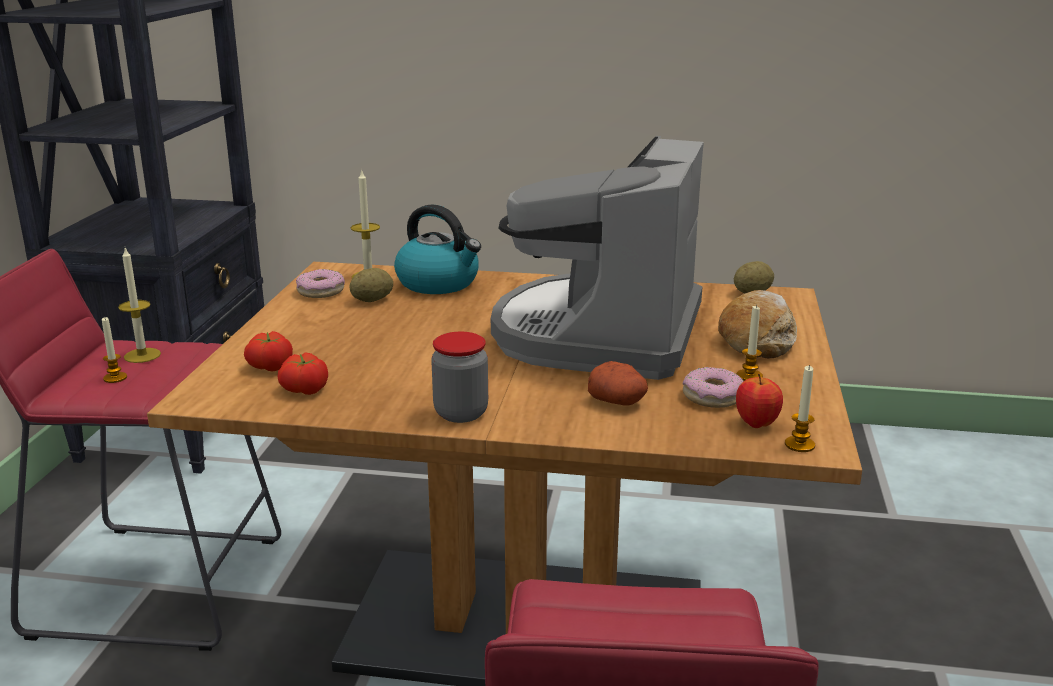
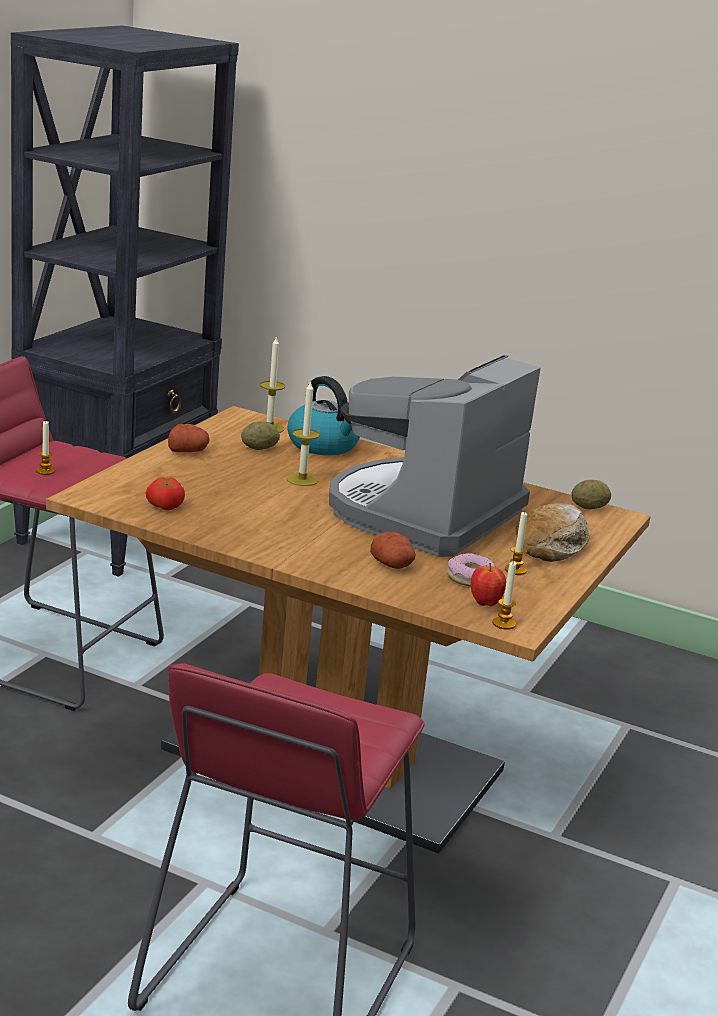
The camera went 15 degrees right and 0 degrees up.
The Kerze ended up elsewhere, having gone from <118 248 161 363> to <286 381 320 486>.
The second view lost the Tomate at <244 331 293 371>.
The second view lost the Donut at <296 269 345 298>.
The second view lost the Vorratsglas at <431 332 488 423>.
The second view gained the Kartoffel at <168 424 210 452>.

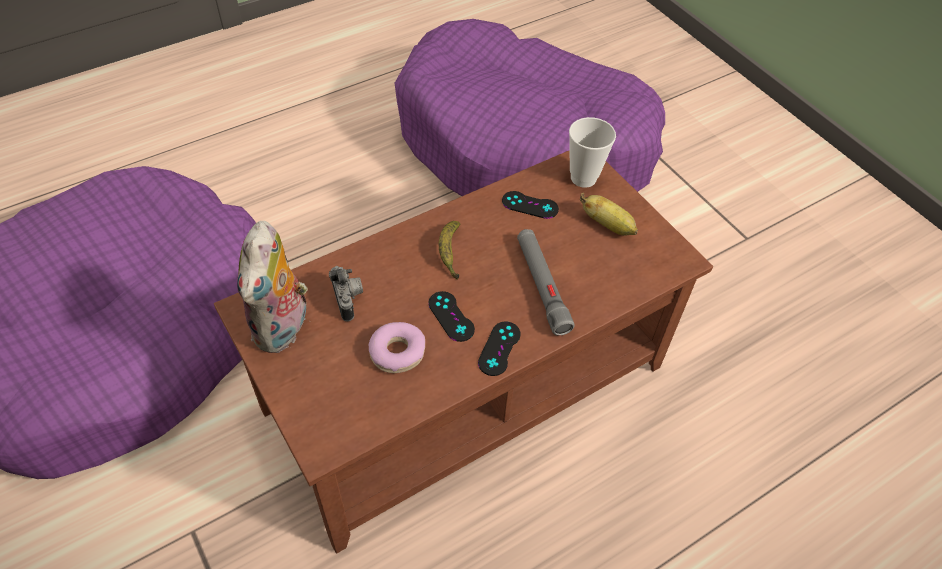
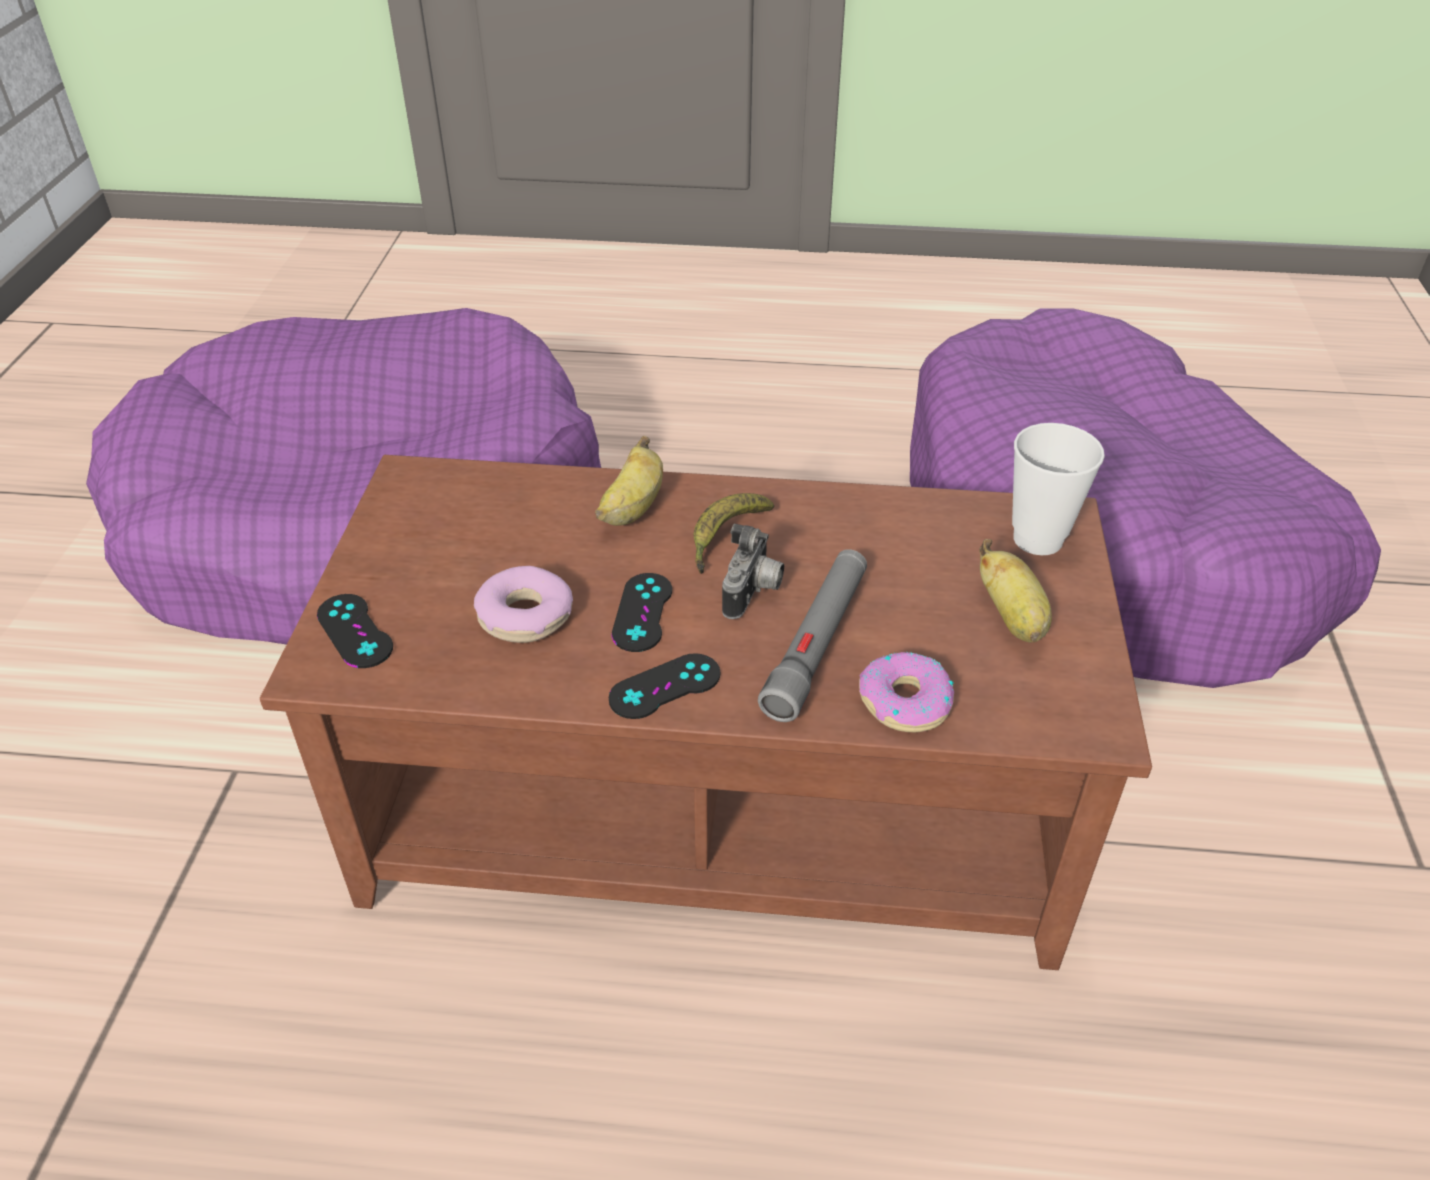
The camera went 40 degrees right and 10 degrees down.
The second view lost the Plüschtier at <237 221 308 353>.
The Kamera ended up elsewhere, having gone from <329 266 363 321> to <722 524 784 619>.
The Gamepad/schwarz ended up elsewhere, having gone from <502 191 559 219> to <317 594 393 668>.
The second view gained the Banane at <595 436 663 526>.
The second view gained the Donut at <859 652 954 732>.

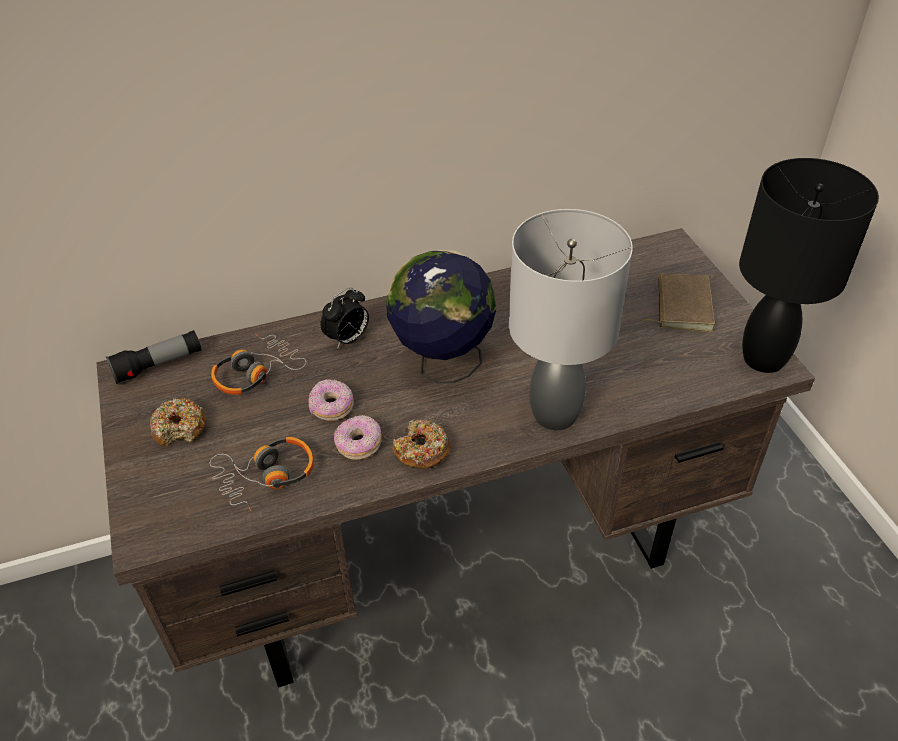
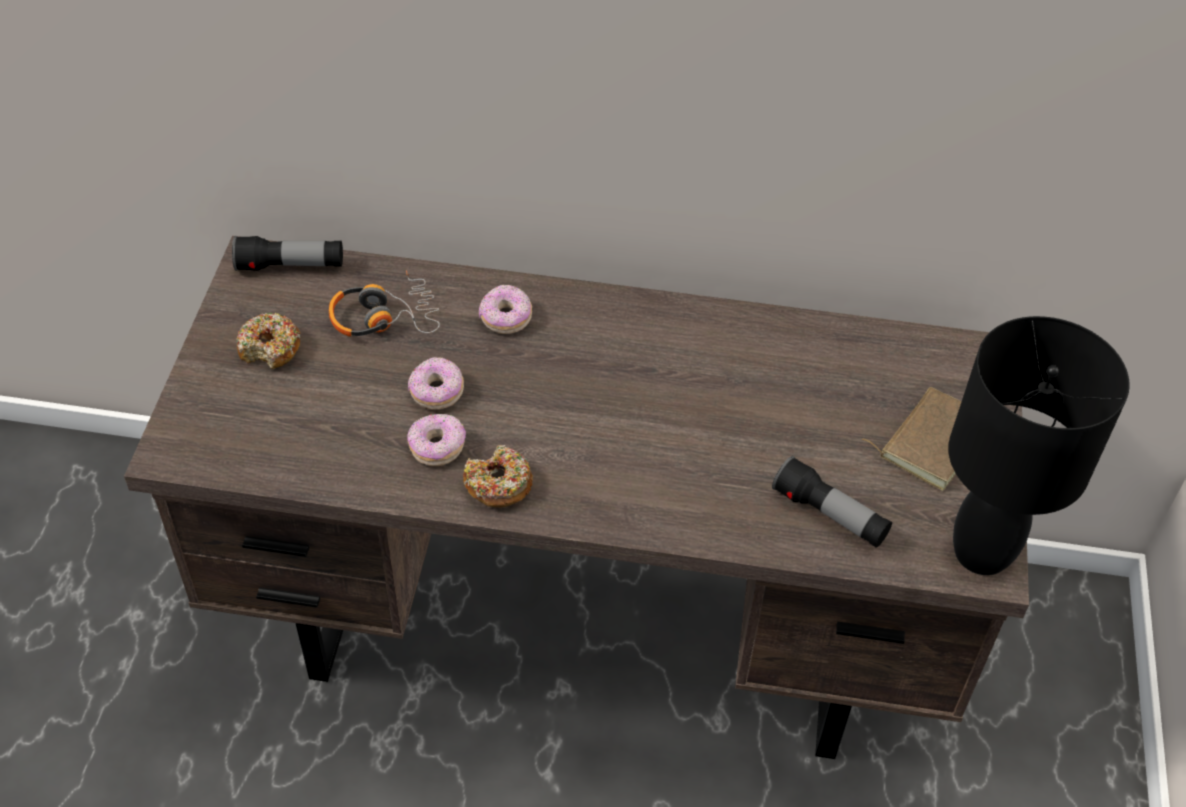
The camera went 25 degrees right and 5 degrees up.
The second view lost the Kopfhörer at <210 437 314 511>.
Where the Wecker stood at <320 287 369 349>, the Donut came to stand at <479 285 532 334>.
The second view lost the Globus at <386 250 497 383>.
The second view lost the Tischlampe/grau at <509 209 633 430>.
The second view gained the Taschenlampe at <772 456 892 548>.

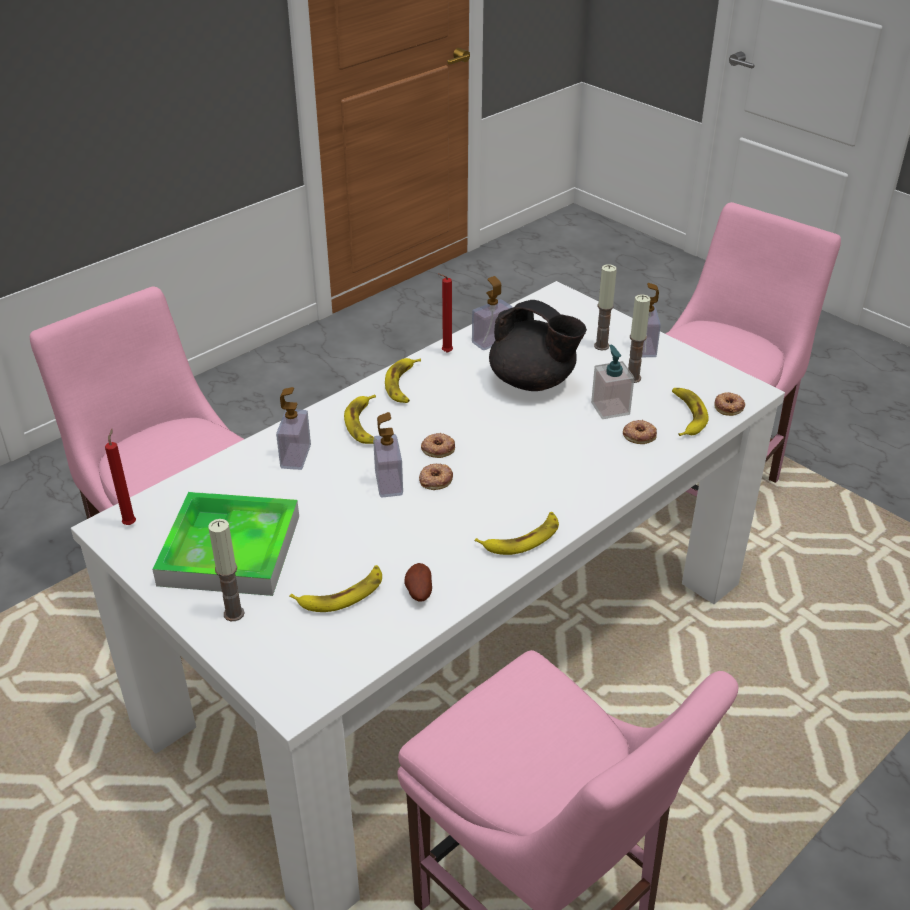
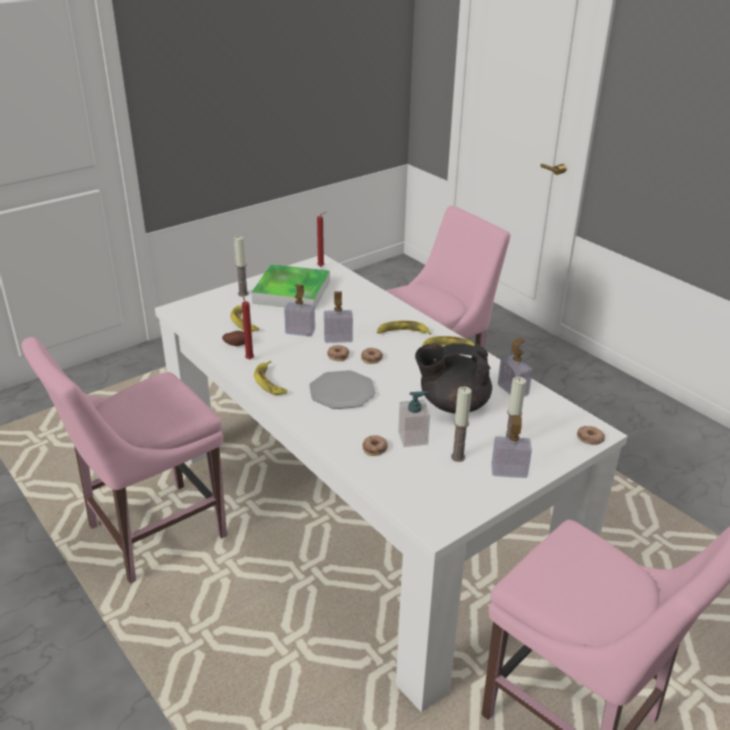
The camera went 95 degrees right and 5 degrees down.
The Seifenspender ended up elsewhere, having gone from <276 387 311 470> to <284 284 315 337>.
The Kerze/rot ended up elsewhere, having gone from <438 273 453 353> to <242 293 254 360>.
The Teekanne/schwarz at <489 300 587 391> ended up facing another way, 45 degrees clockwise from before.
The second view lost the Banane at <672 388 709 436>.
The Donut ended up elsewhere, having gone from <715 392 745 416> to <577 425 605 445>.
The second view gained the Teller at <309 370 376 409>.

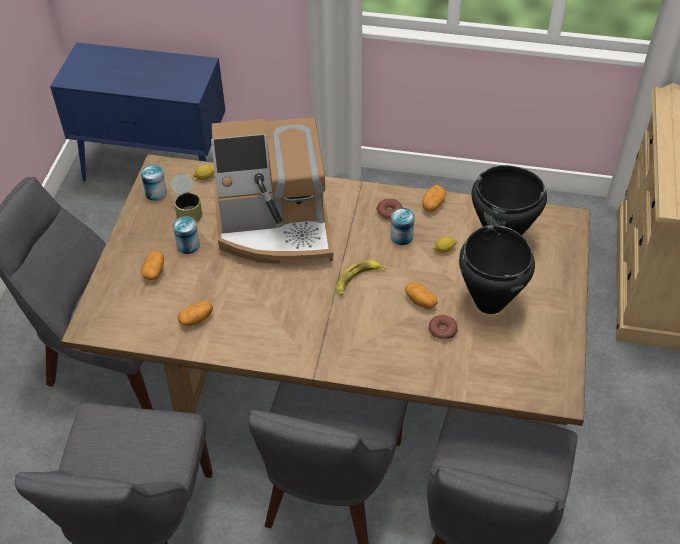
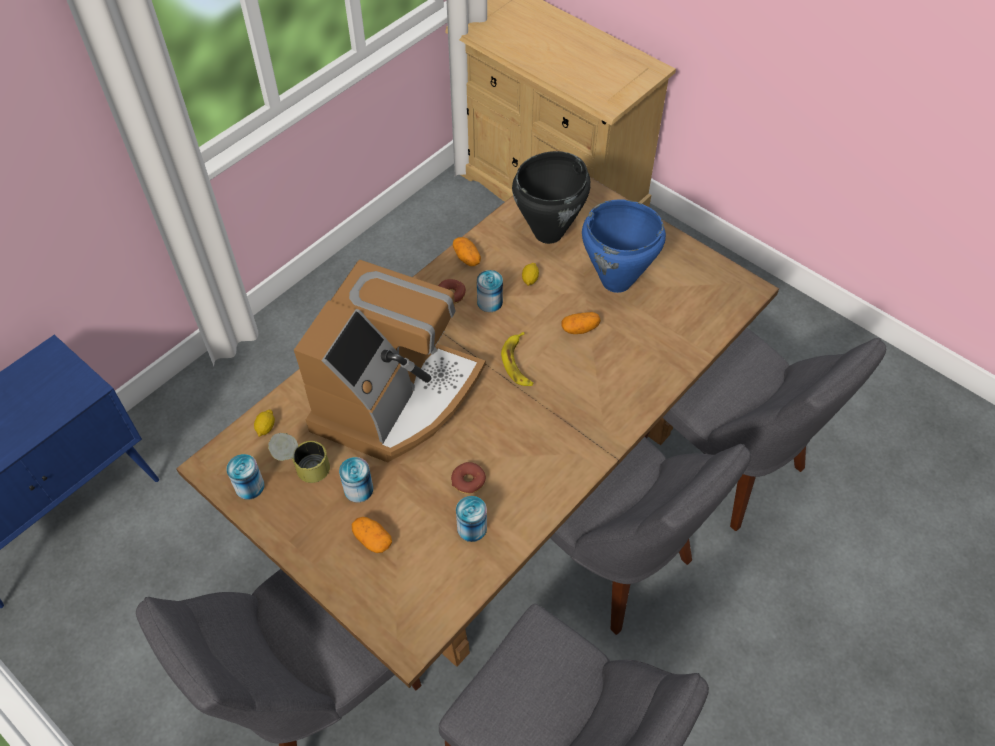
The camera went 60 degrees left and 5 degrees up.
Where the Kartoffel stood at <178 301 213 326>, the Dose came to stand at <456 496 487 542>.
The Donut ended up elsewhere, having gone from <429 315 458 340> to <451 462 486 494>.
What was the Kochtopf/schwarz at <459 225 535 314> turned into the Kochtopf/blau at <582 200 666 293>.

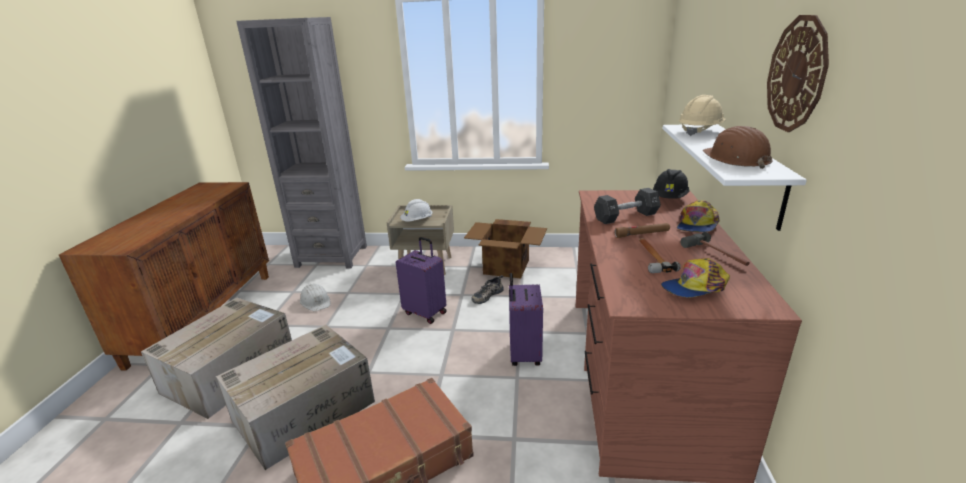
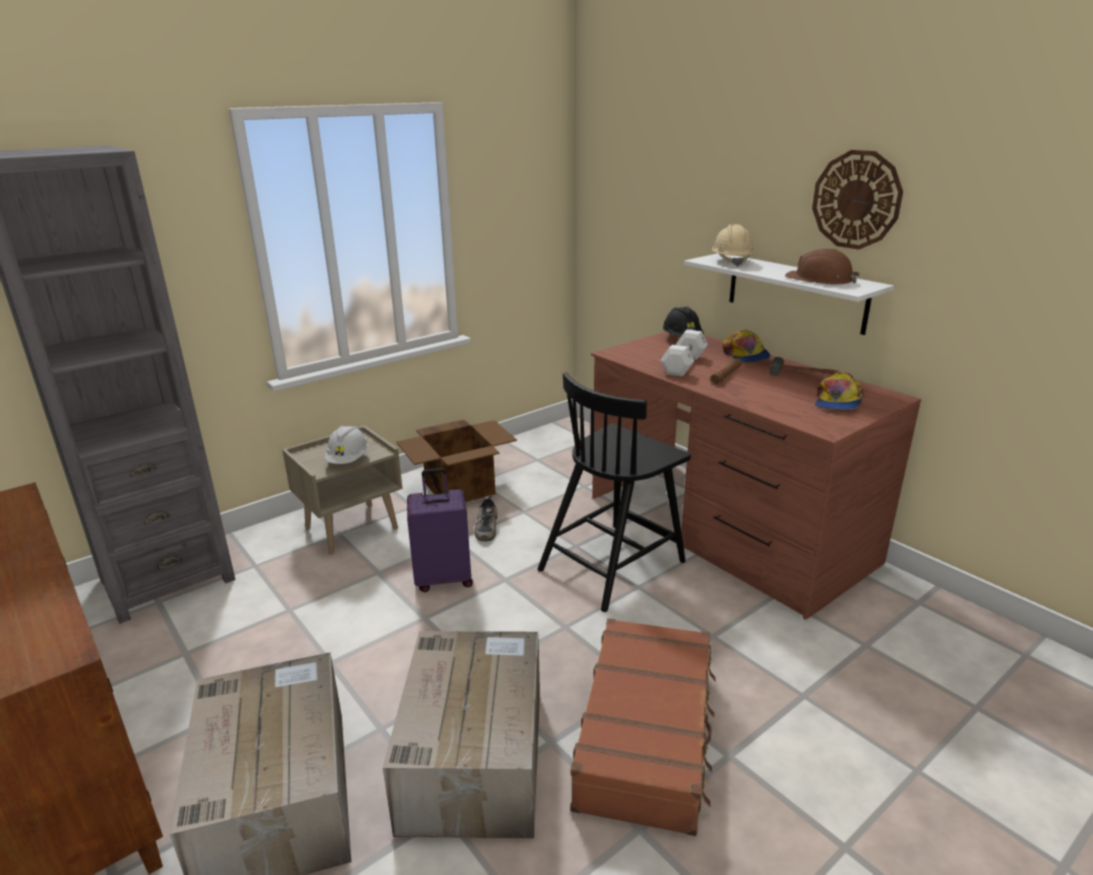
The camera went 45 degrees left and 0 degrees up.
The second view lost the Schutzhelm/weiß at <300 284 331 311>.
Where the Koffer/lila stood at <509 273 543 366>, the Stuhl/schwarz came to stand at <538 372 691 612>.
What was the Hantel/schwarz at <594 188 661 224> turned into the Hantel/weiß at <660 330 708 377>.
The second view lost the Hammer at <639 238 681 273>.

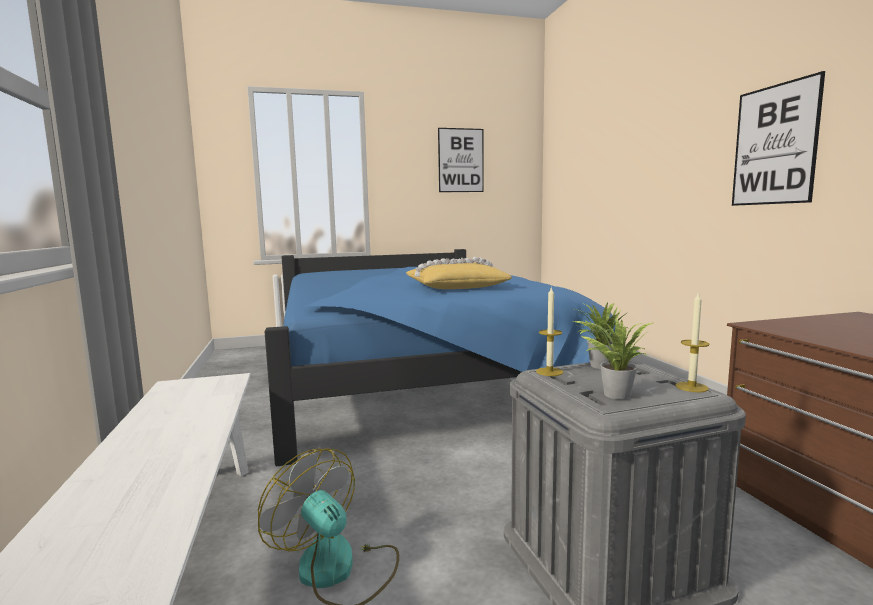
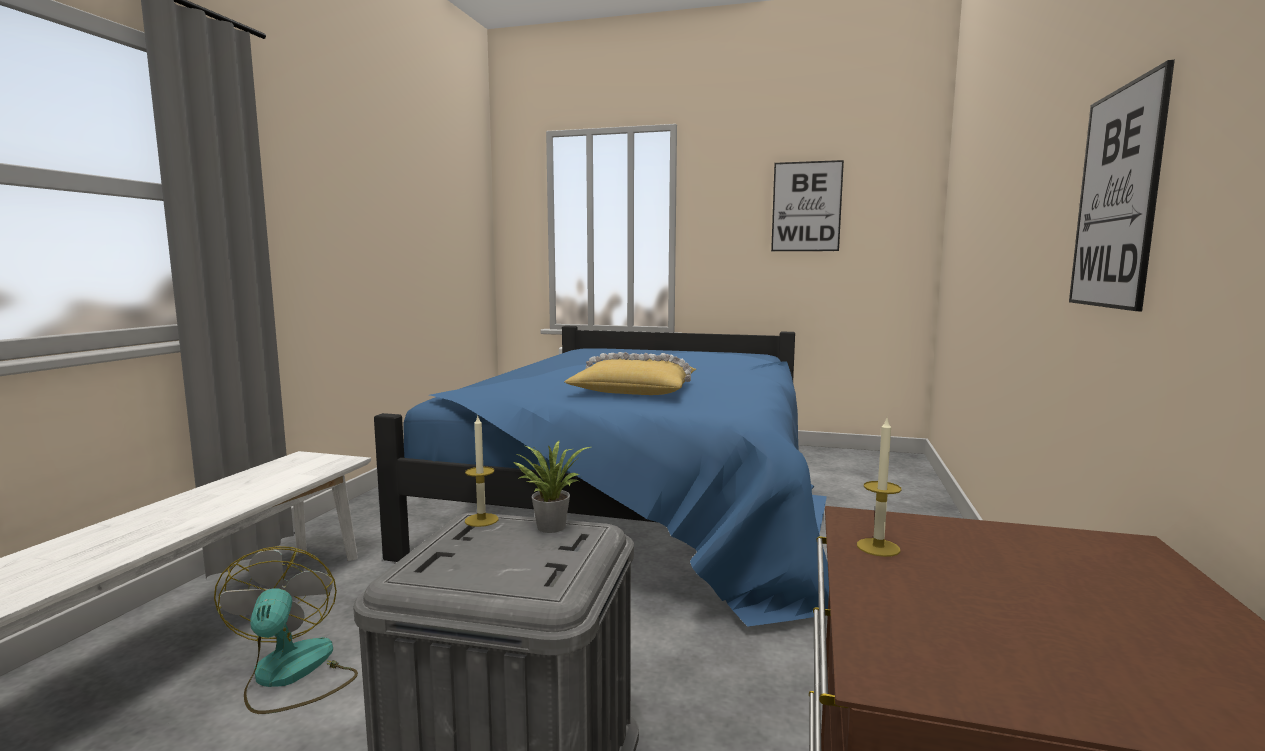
The camera went 30 degrees right and 0 degrees up.
The second view lost the Topfpflanze at <581 319 653 399>.
The Kerze ended up elsewhere, having gone from <675 291 709 392> to <857 419 902 557>.

